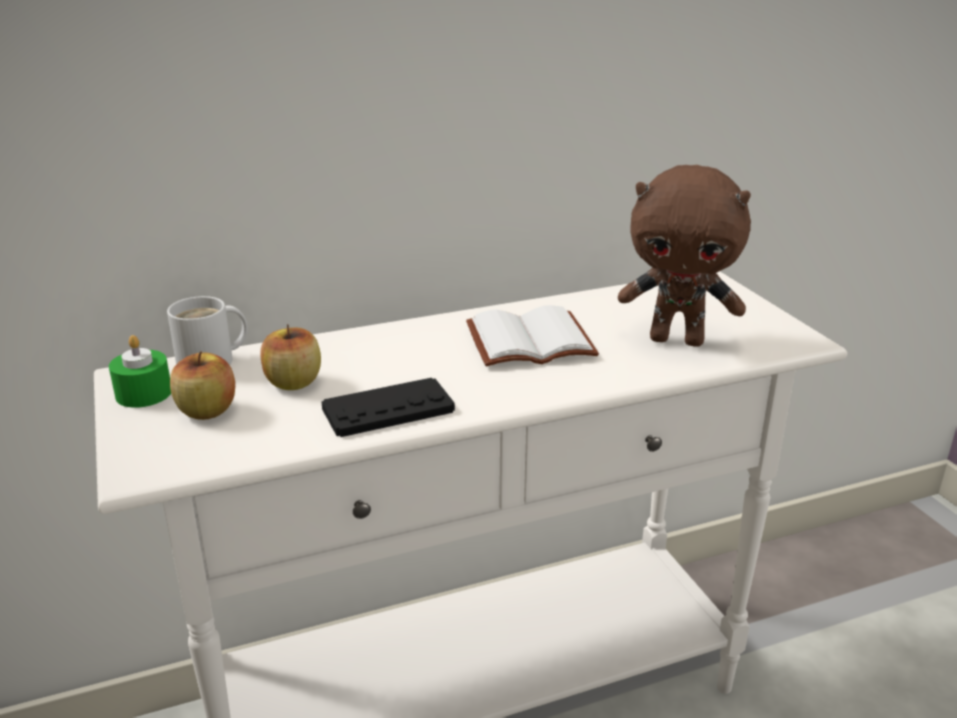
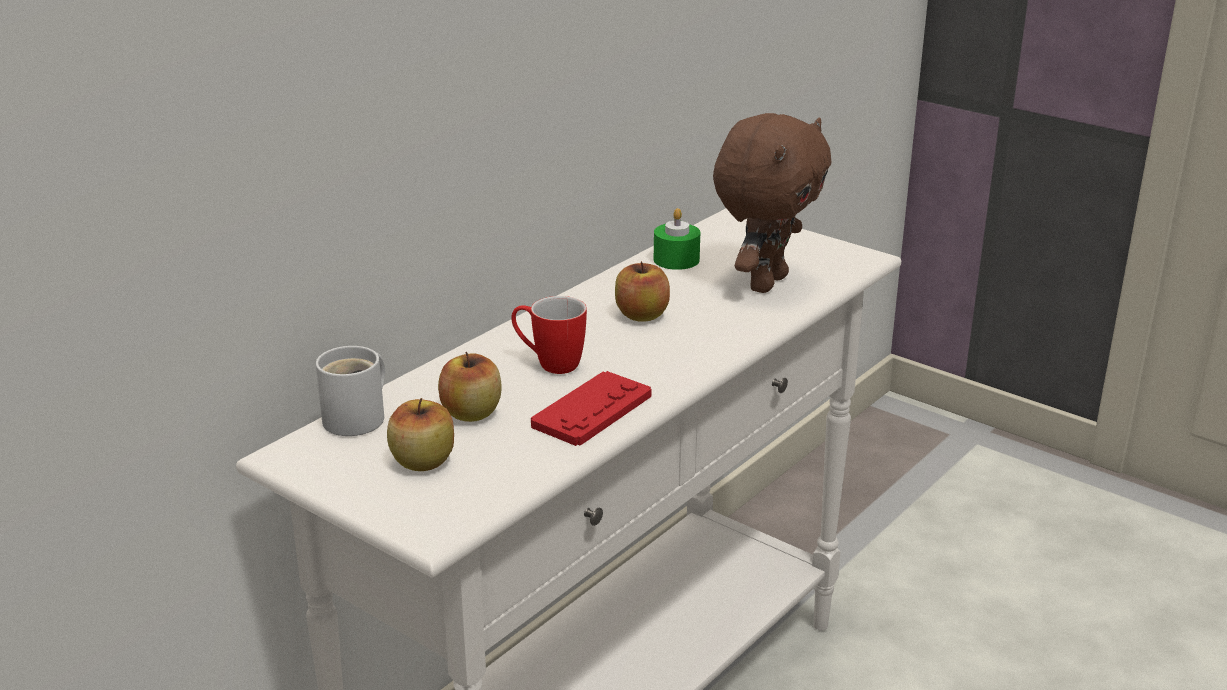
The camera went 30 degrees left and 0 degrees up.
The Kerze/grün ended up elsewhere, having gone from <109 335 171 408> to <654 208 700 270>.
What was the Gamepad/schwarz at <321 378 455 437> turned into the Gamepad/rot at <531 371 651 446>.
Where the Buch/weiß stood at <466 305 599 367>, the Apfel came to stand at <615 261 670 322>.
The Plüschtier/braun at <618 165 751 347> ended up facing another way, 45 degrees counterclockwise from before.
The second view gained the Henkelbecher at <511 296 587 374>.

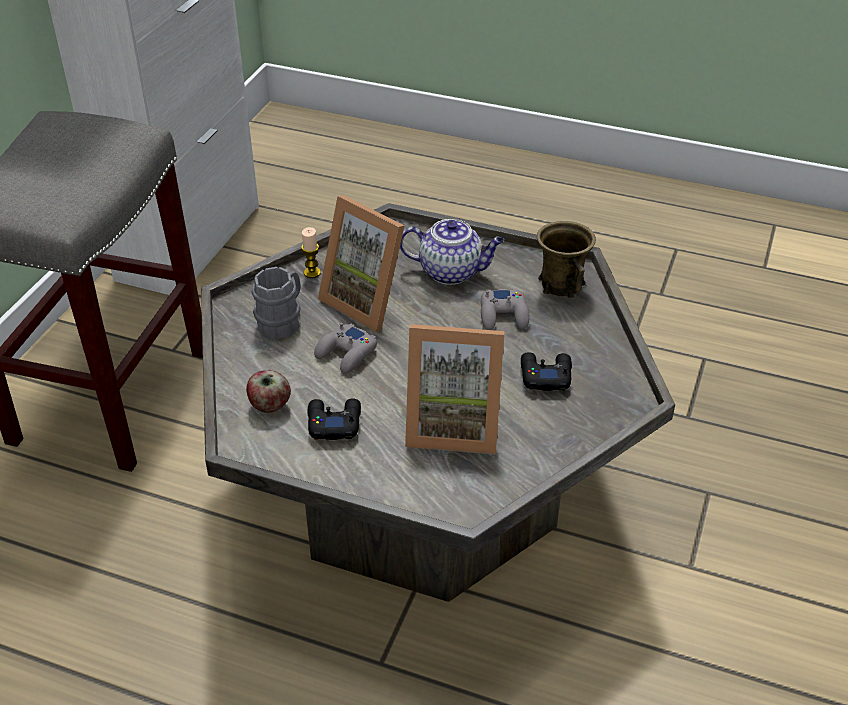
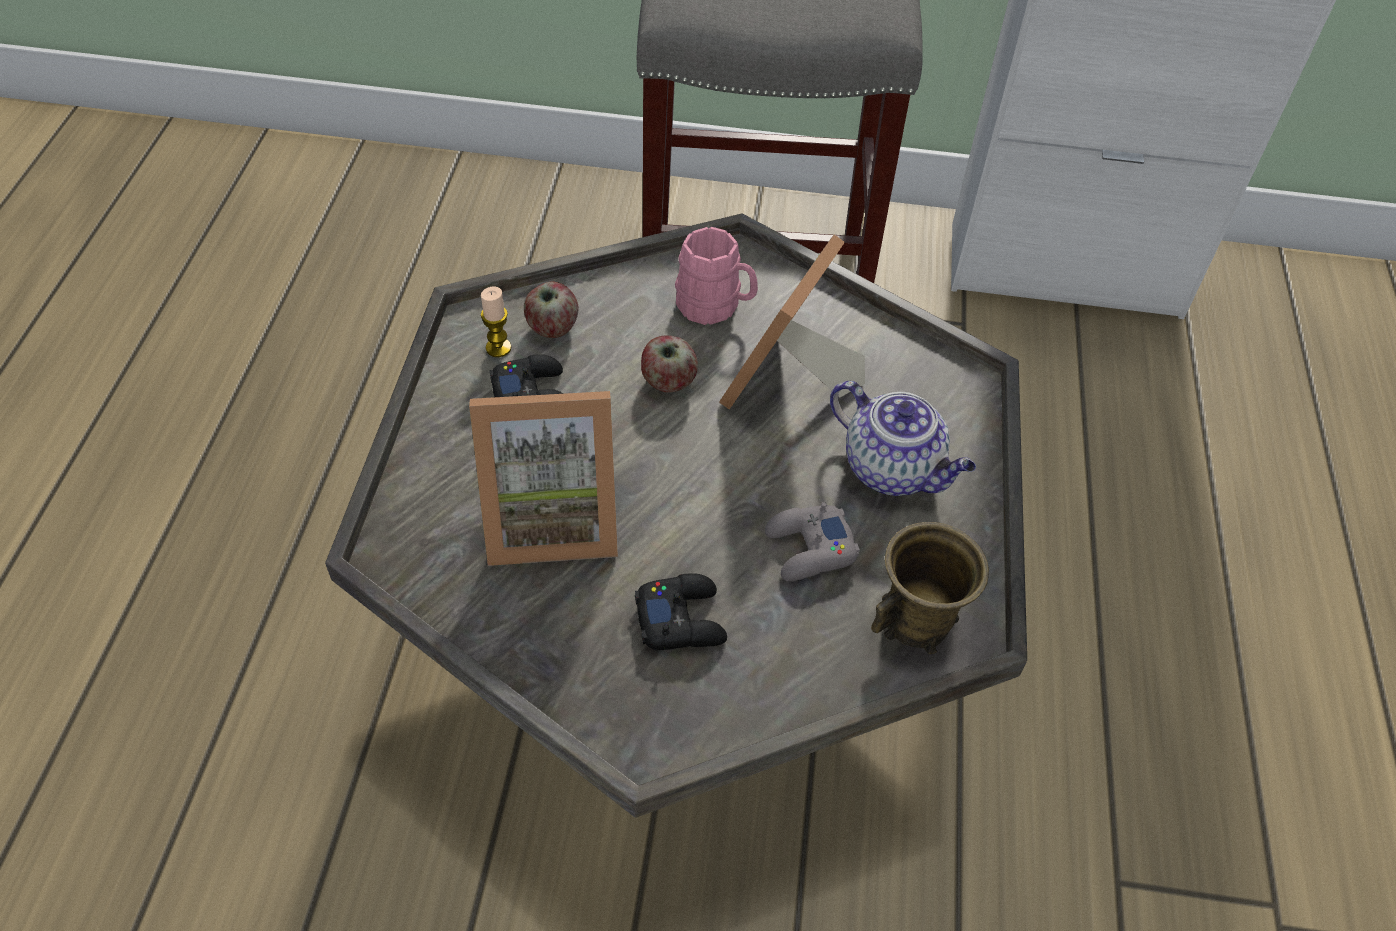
The camera went 75 degrees right and 10 degrees up.
What was the Henkelbecher/grau at <252 267 300 340> turned into the Henkelbecher/rosa at <675 227 758 325>.
The Kerze ended up elsewhere, having gone from <301 227 321 278> to <481 287 511 357>.
Where the Gamepad/grau stood at <314 322 377 374>, the Apfel came to stand at <641 335 698 393>.
The Teekanne at <400 219 504 285> ended up facing another way, 45 degrees counterclockwise from before.
The Bilderrahmen at <405 324 505 455> ended up facing another way, 90 degrees counterclockwise from before.

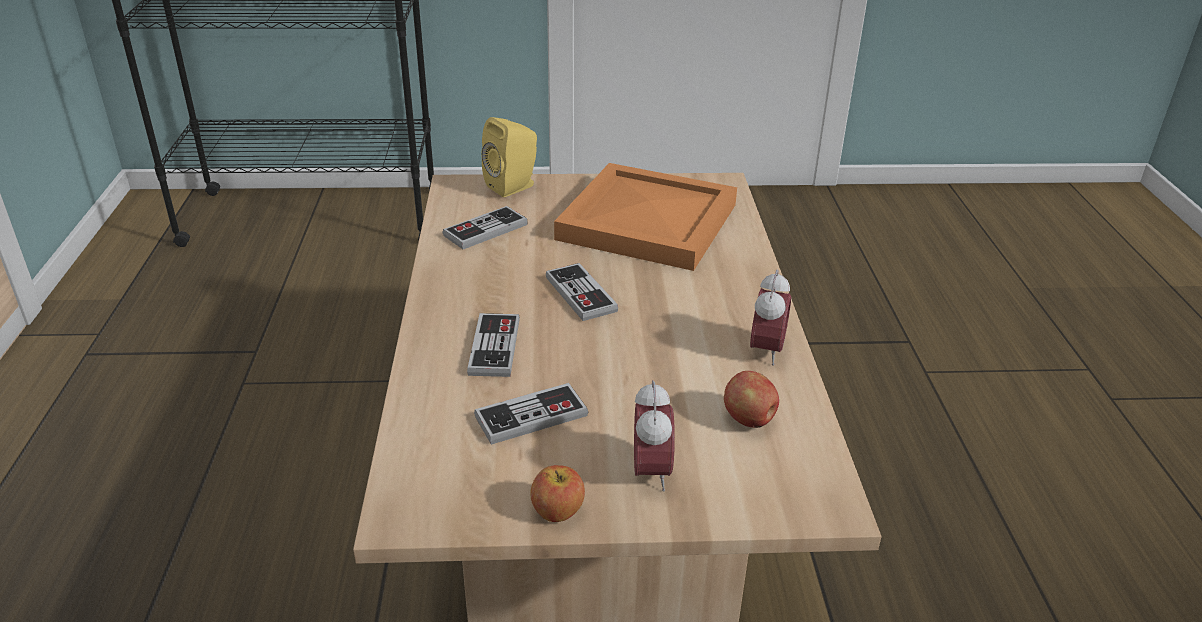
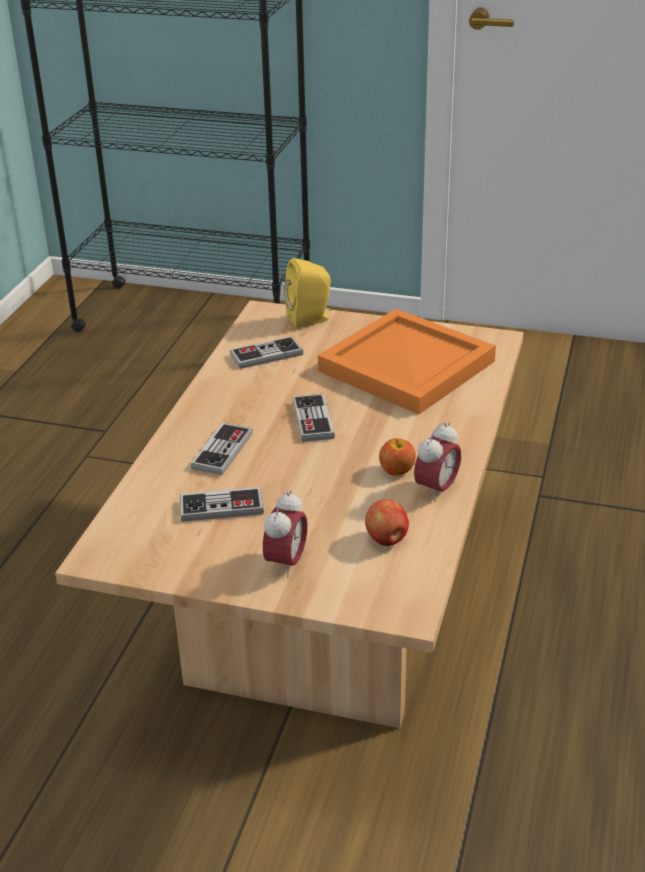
The camera went 20 degrees right and 0 degrees up.
The Apfel ended up elsewhere, having gone from <531 465 585 522> to <379 438 416 476>.

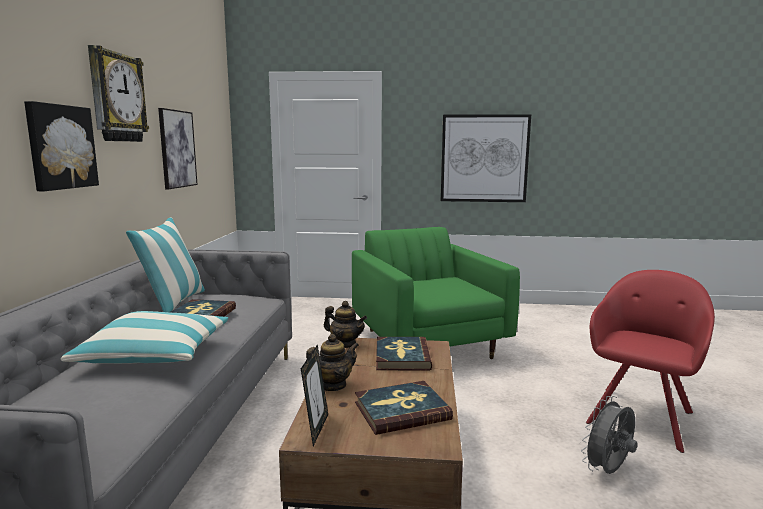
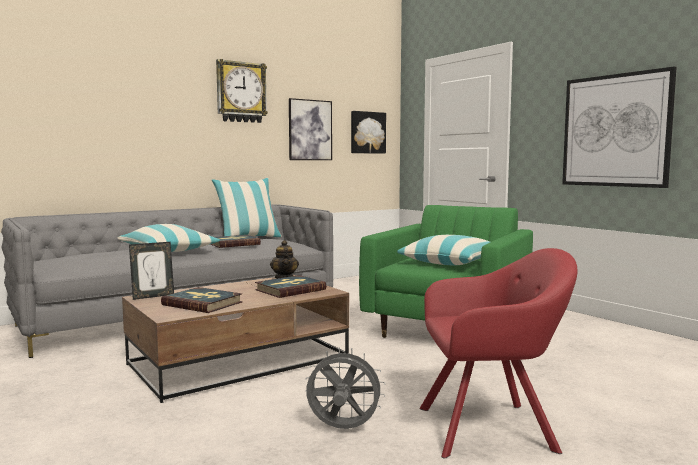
The camera went 50 degrees right and 5 degrees down.
The Bild ended up elsewhere, having gone from <24 101 99 191> to <351 111 386 154>.
The second view lost the Teekanne at <306 334 359 391>.
The second view gained the Kissen at <397 235 490 265>.

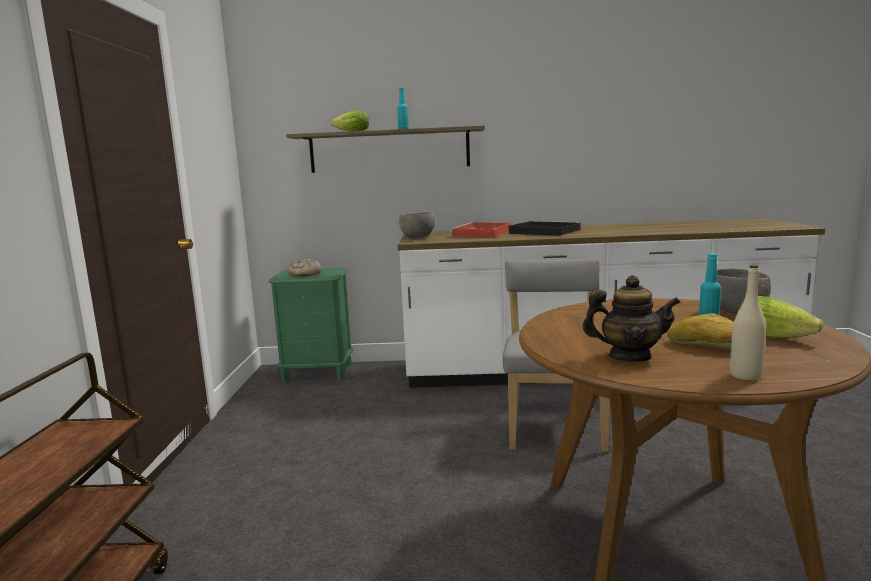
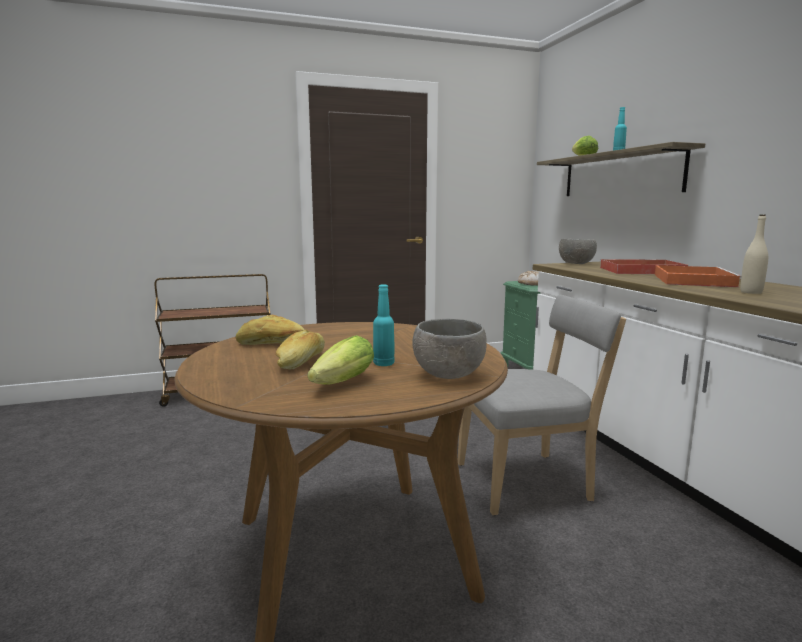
The camera went 70 degrees right and 0 degrees up.
What was the Tablett/schwarz at <509 221 581 236> turned into the Tablett/orange at <655 265 741 287>.
Where the Teekanne stood at <582 275 681 362>, the Brot came to stand at <235 315 304 345>.
The Flasche/beige ended up elsewhere, having gone from <730 265 766 380> to <740 215 768 294>.

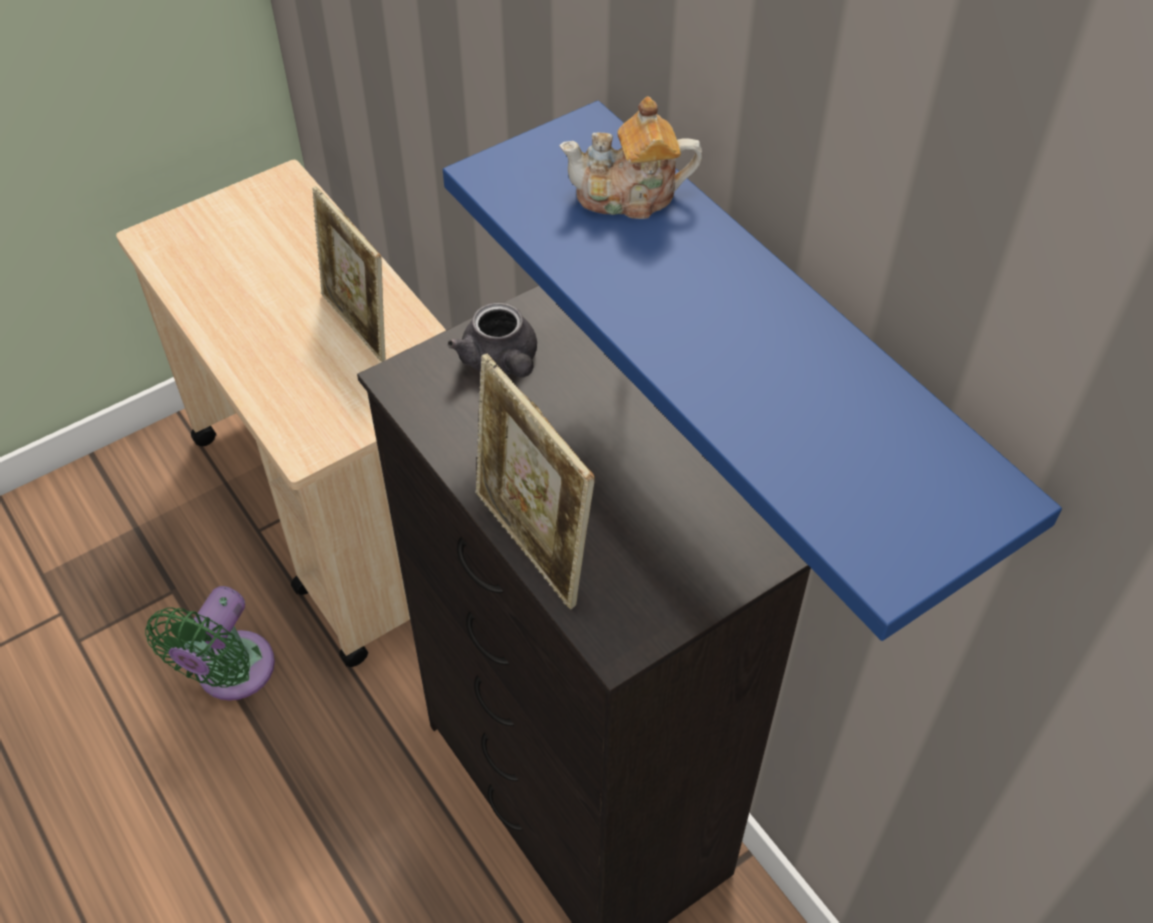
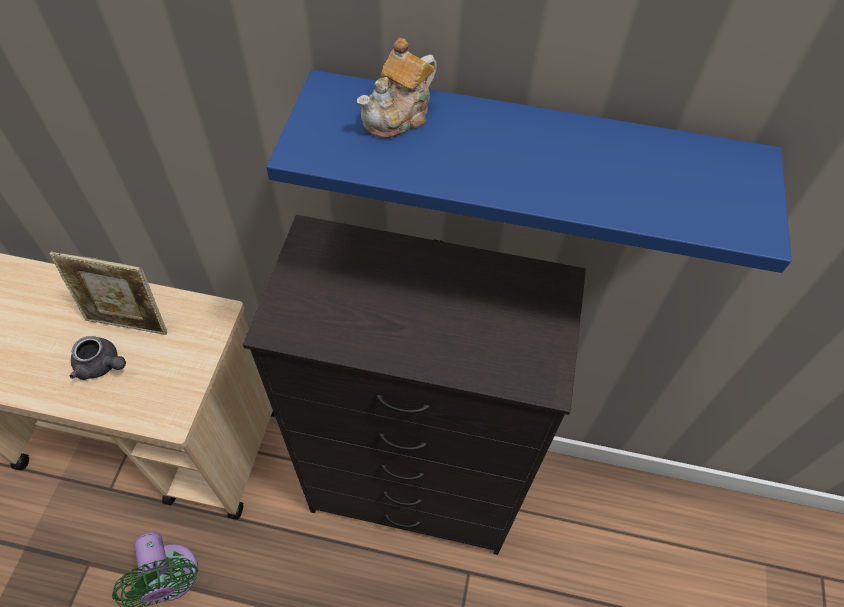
The camera went 45 degrees left and 5 degrees up.
The Teekanne/grau ended up elsewhere, having gone from <448 302 537 378> to <70 336 126 380>.
The second view lost the Bilderrahmen at <475 353 595 609>.

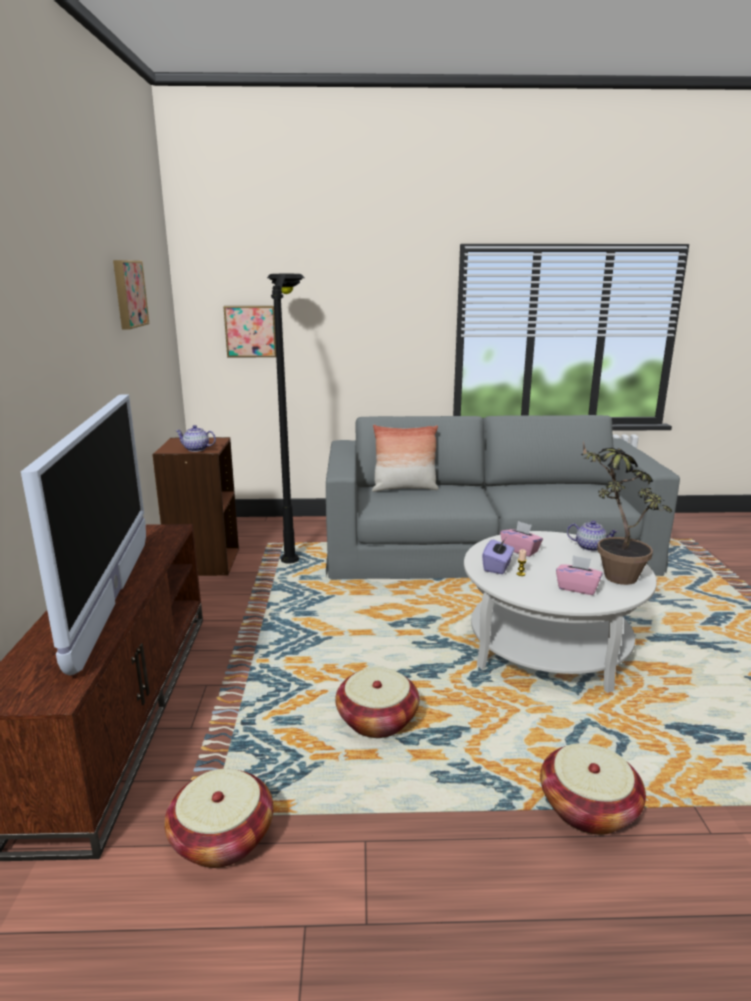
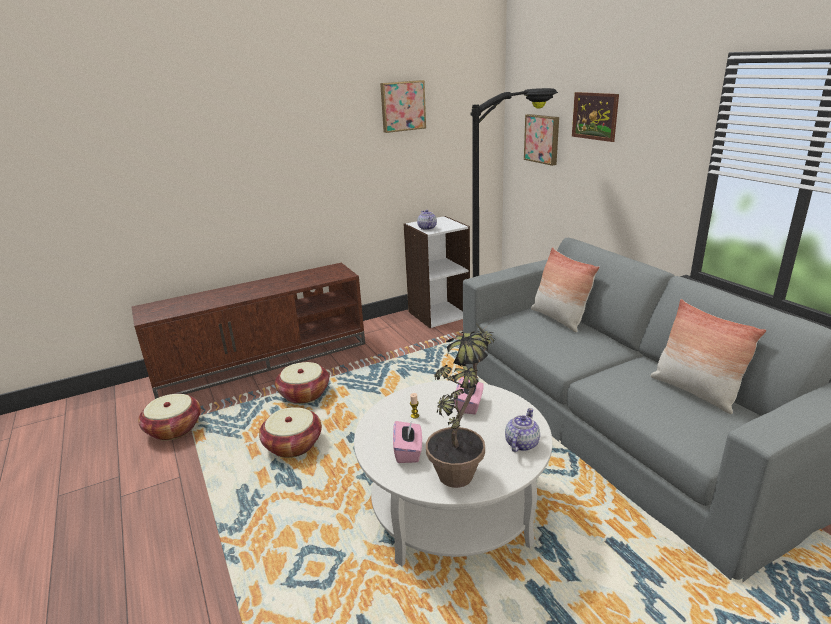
The camera went 65 degrees right and 5 degrees up.
The second view lost the Fernseher at <21 394 146 675>.
What was the Bücherregal/braun at <152 437 239 576> turned into the Bücherregal/weiß at <404 216 470 328>.
The second view lost the Taschentuchbox/lila at <482 538 514 574>.
The Korb ended up elsewhere, having gone from <540 743 646 835> to <275 362 329 404>.
The Teekanne at <567 521 619 551> ended up facing another way, 150 degrees counterclockwise from before.
The second view gained the Bild at <572 92 619 142>.
The second view gained the Kissen at <650 299 766 414>.

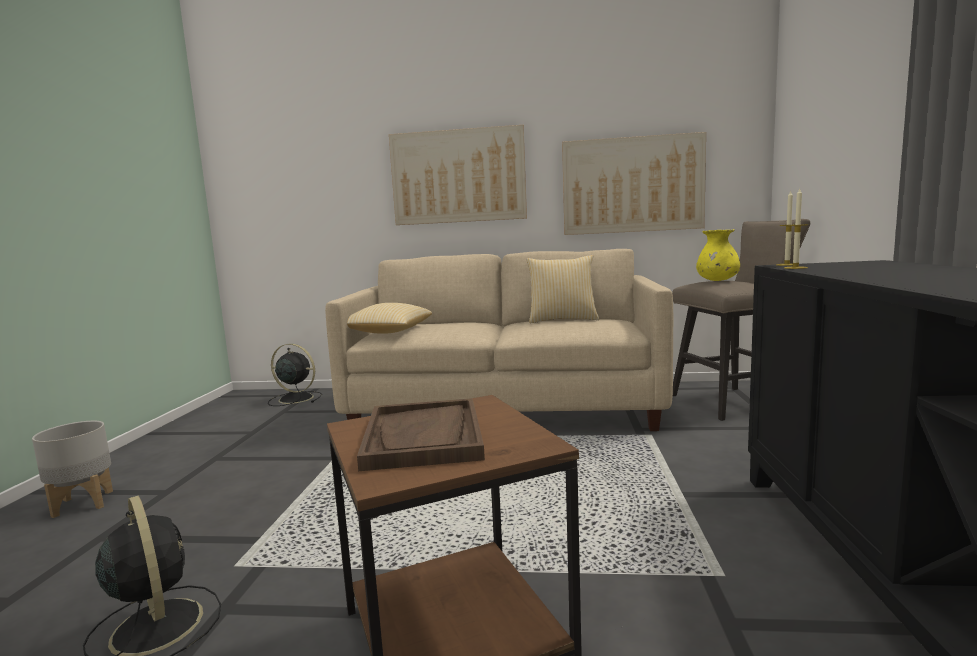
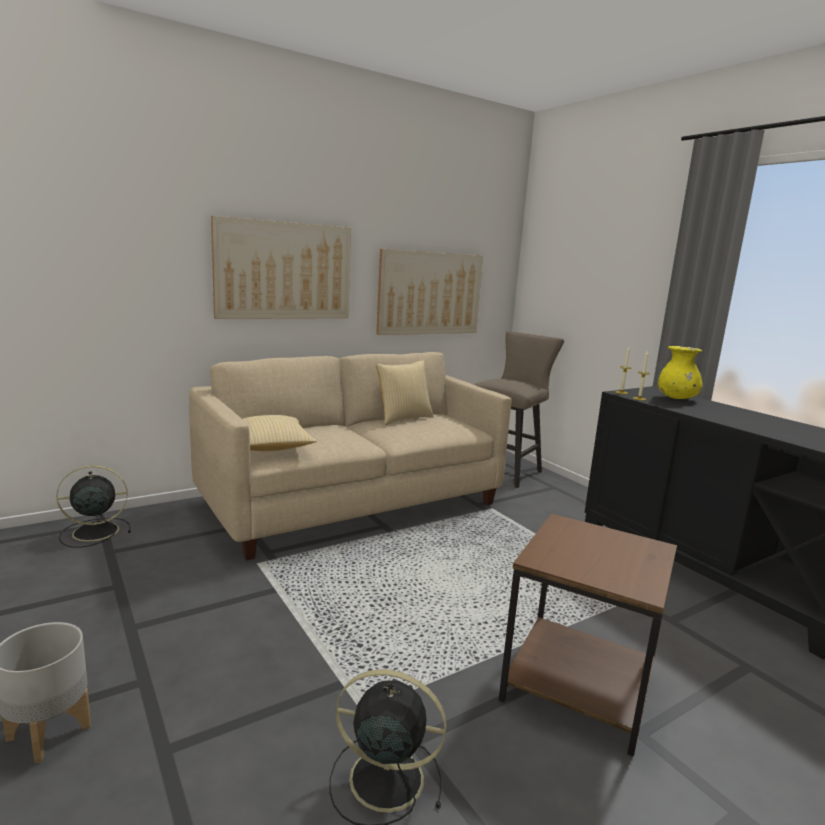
The camera went 40 degrees left and 5 degrees up.
The second view lost the Tablett/braun at <357 398 485 471>.
The Vase/gelb ended up elsewhere, having gone from <696 229 740 281> to <658 346 703 399>.

